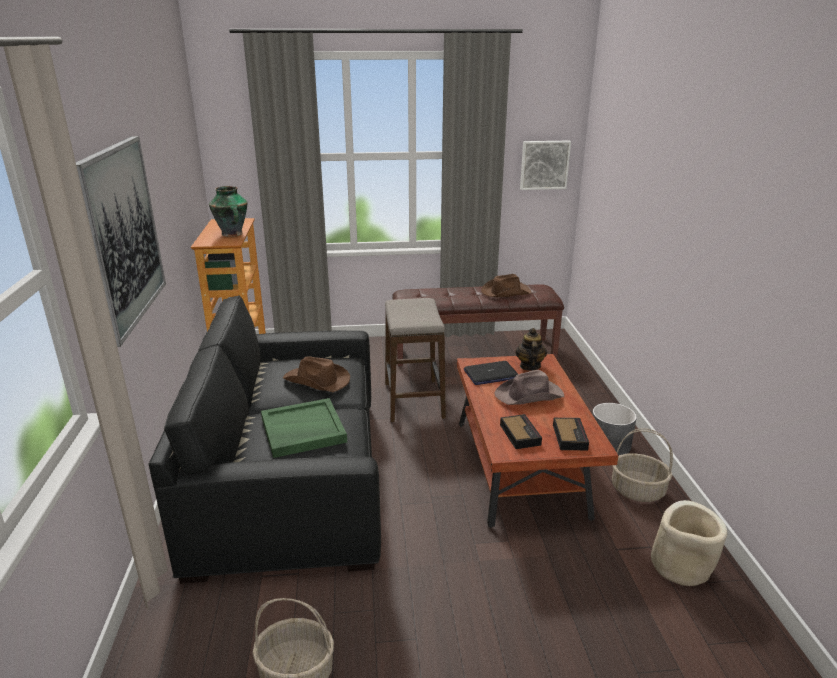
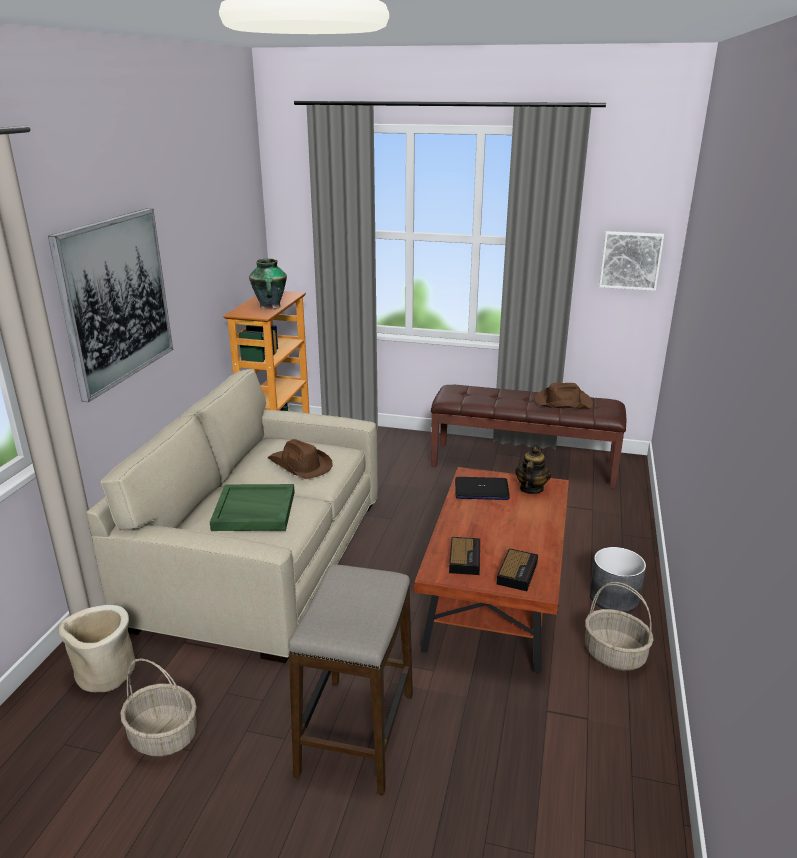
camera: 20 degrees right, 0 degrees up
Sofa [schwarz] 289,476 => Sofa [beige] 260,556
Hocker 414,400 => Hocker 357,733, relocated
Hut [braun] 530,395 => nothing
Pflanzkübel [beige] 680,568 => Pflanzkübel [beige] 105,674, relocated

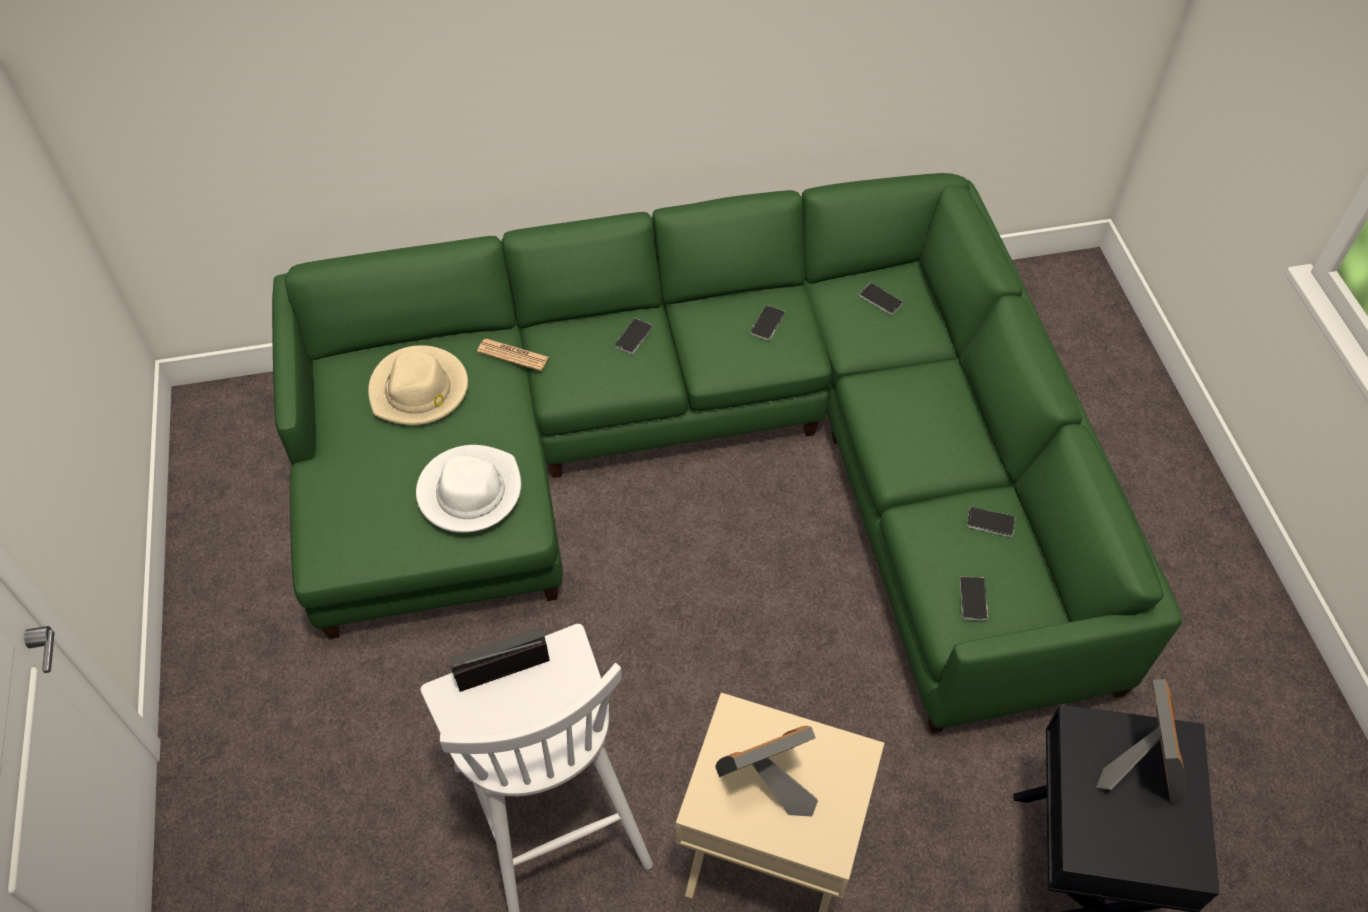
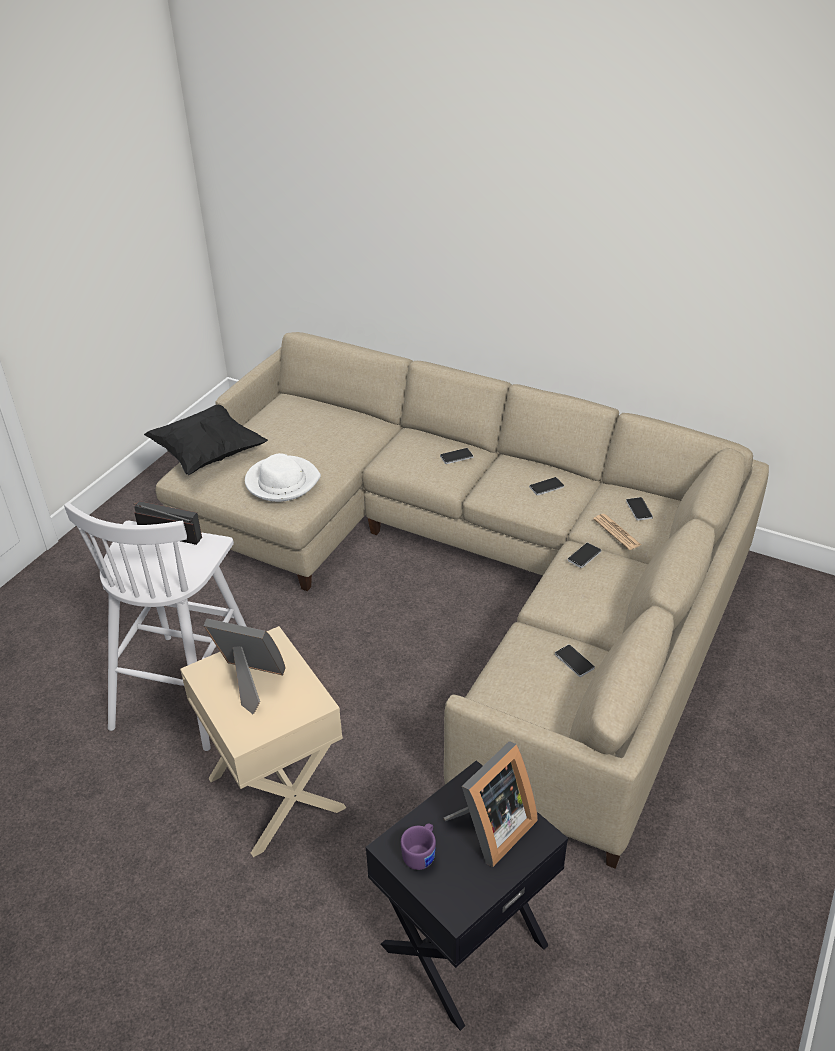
camera: 40 degrees right, 15 degrees down
Sofa [grün] 708,460 => Sofa [beige] 471,572
Hut [beige] 419,390 => nothing
Zeitung 513,355 => Zeitung 617,532, relocated
Handy 973,599 => Handy 584,556, relocated
nothing => Kissen [schwarz] 208,455
nothing => Henkelbecher [lila] 421,853

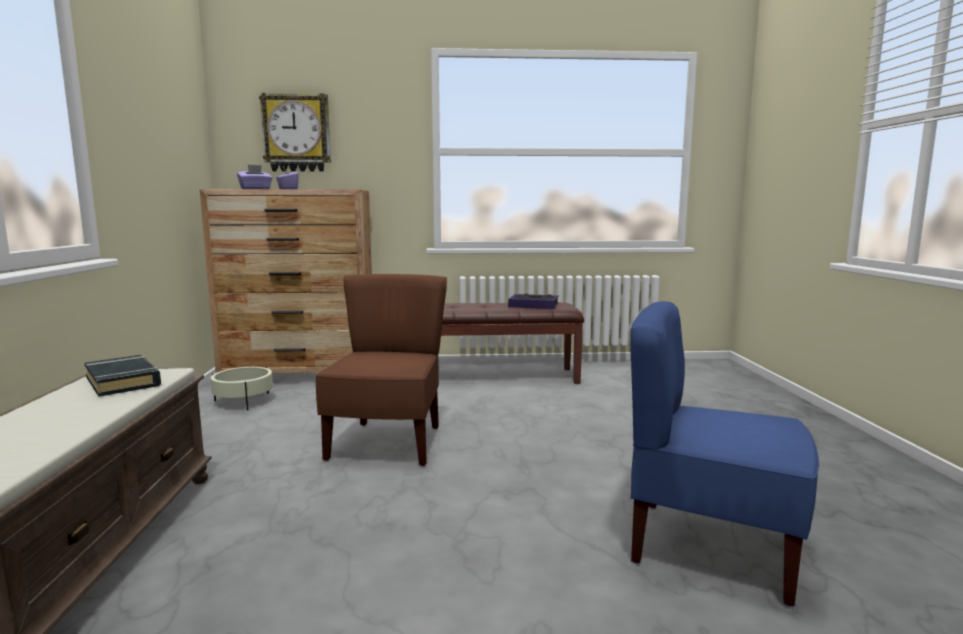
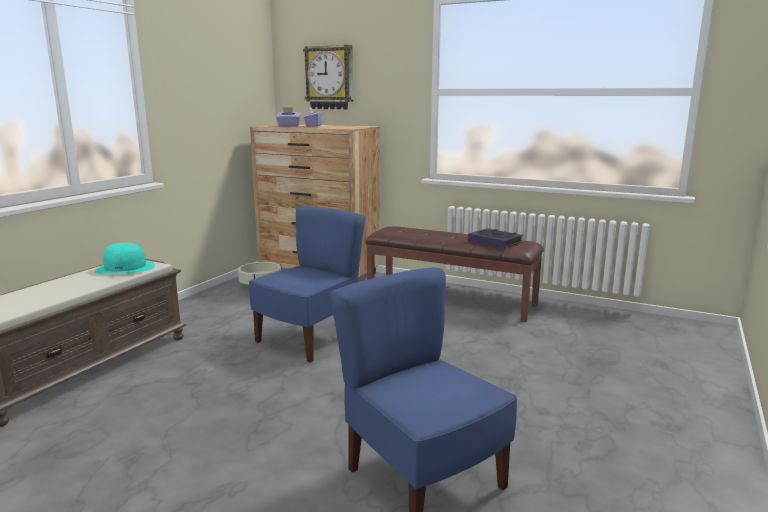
camera: 30 degrees right, 5 degrees up
Buch [schwarz] 123,381 => Hut [türkis] 125,268
Stuhl [braun] 387,443 => Stuhl [blau] 309,339

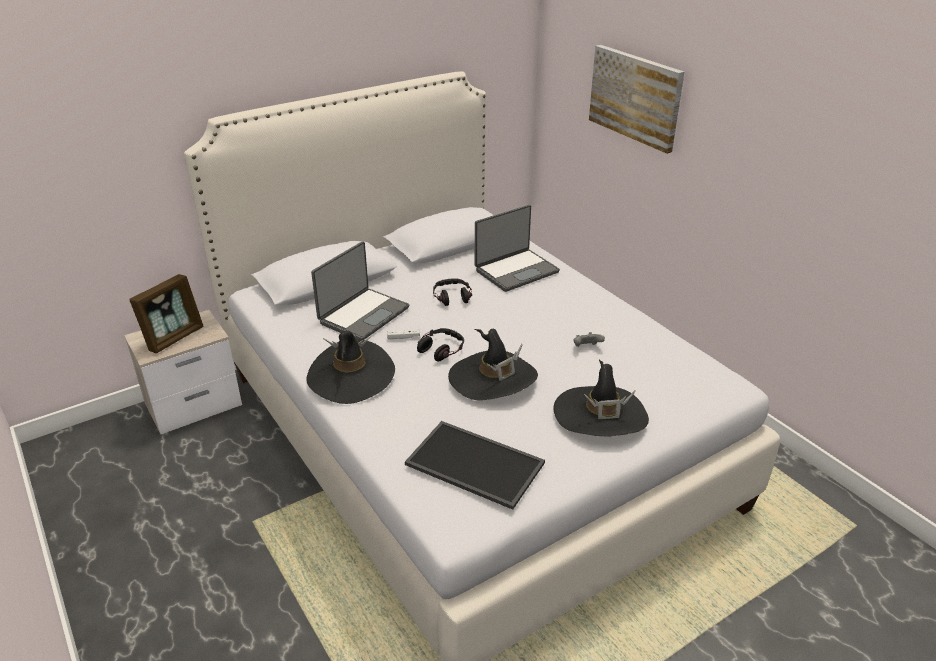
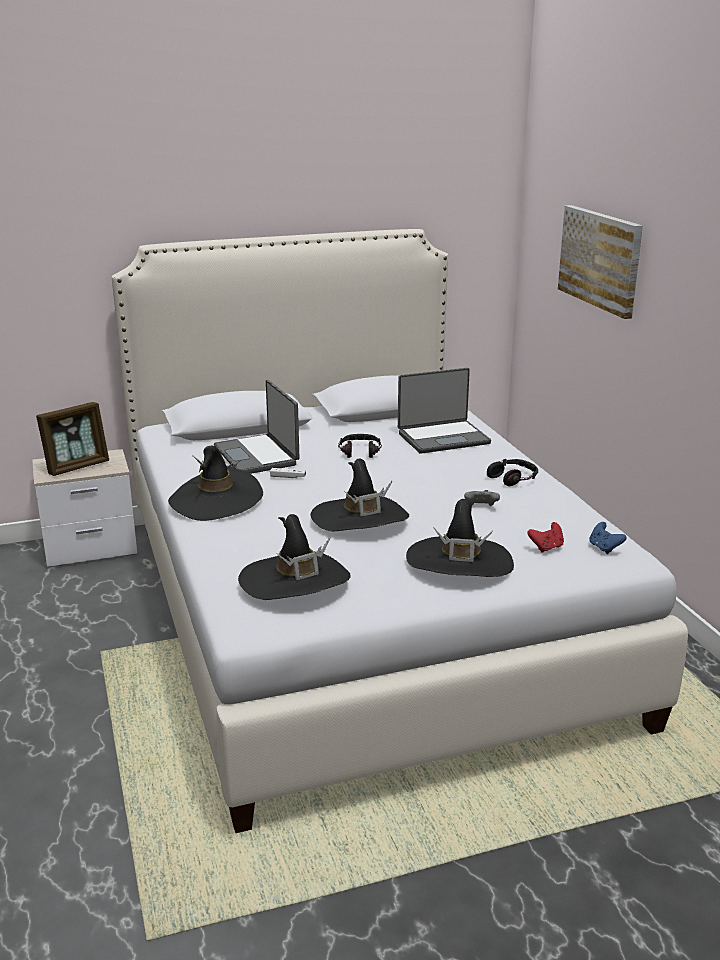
camera: 15 degrees right, 10 degrees down
Laptop 363,315 => Laptop 258,456, 105 degrees clockwise
Tablett 472,464 => Hut [schwarz] 294,581
Kopfhörer 441,349 => Kopfhörer 512,477, relocated
nothing => Gamepad [rot] 546,547
nothing => Gamepad [blau] 604,548

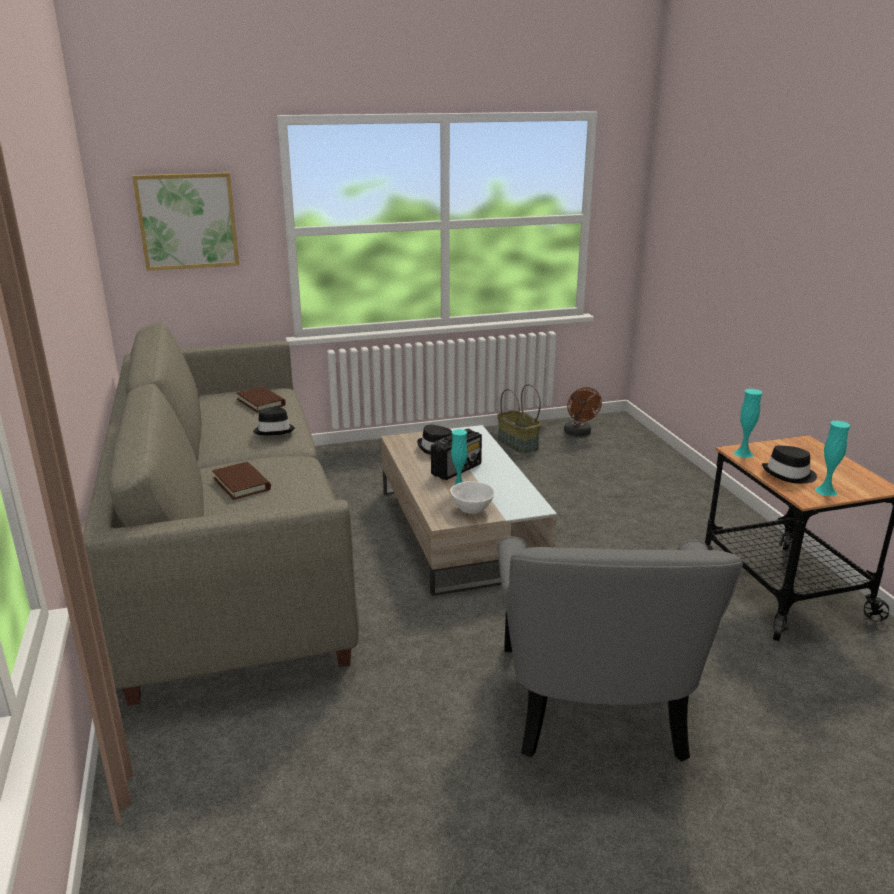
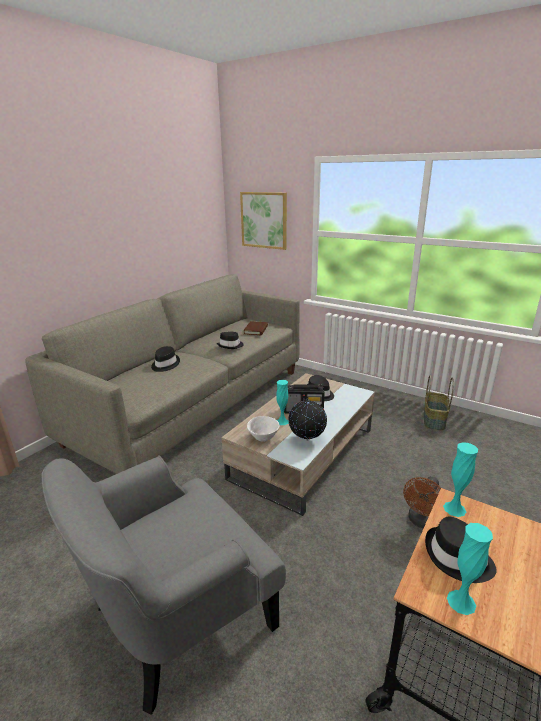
camera: 50 degrees right, 0 degrees up
Buch [braun] 241,484 => Hut [schwarz] 165,364
Ventilator [braun] 579,433 => Ventilator [braun] 422,522, relocated
nothing => Globus 307,440

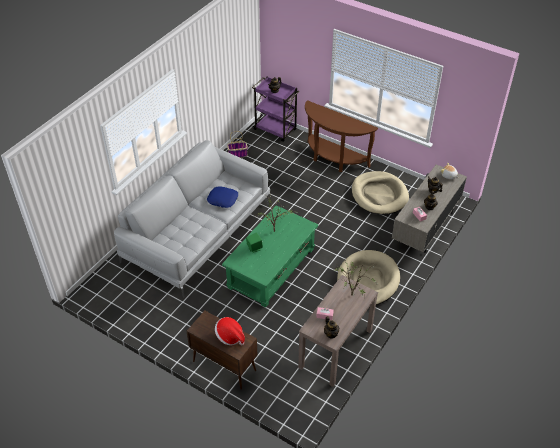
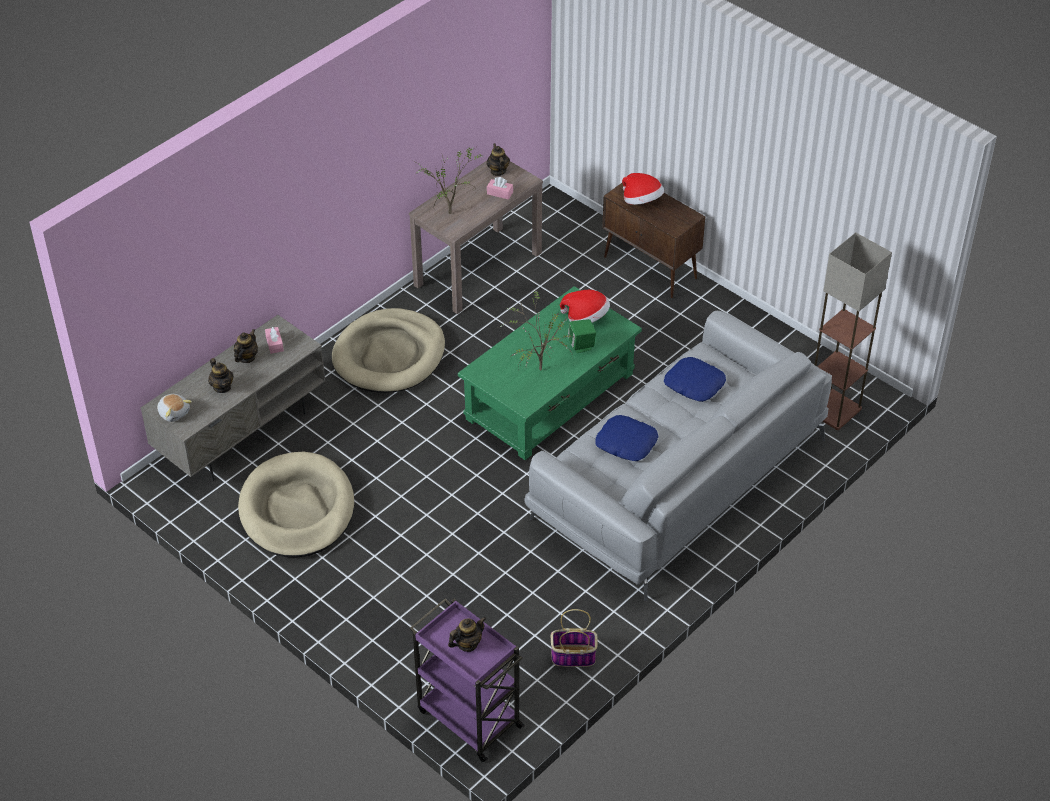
camera: 170 degrees left, 0 degrees up
Konsolentisch [braun] 333,159 => nothing
nothing => Hut 586,318
nothing => Kissen [blau] 694,384
nothing => Stehlampe 834,410

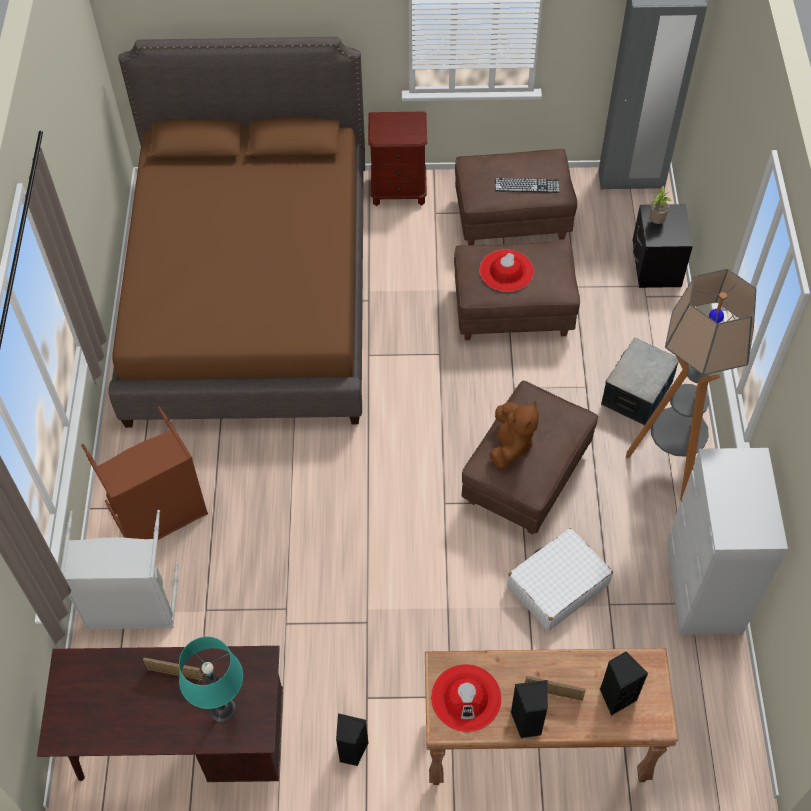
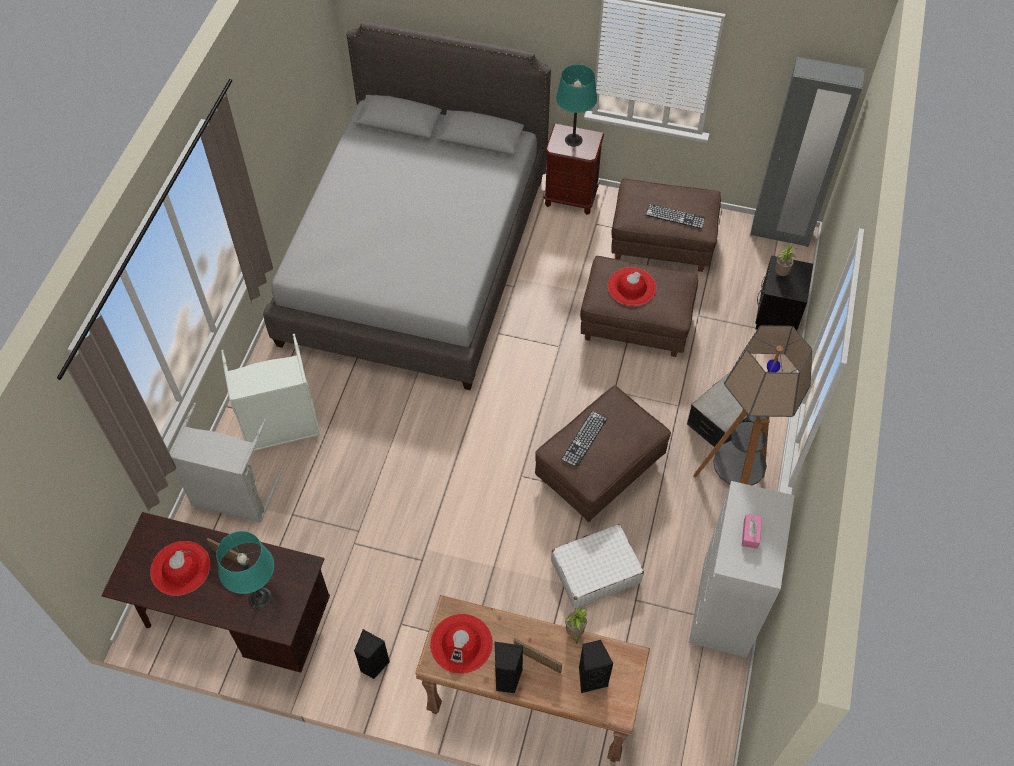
camera: 15 degrees right, 0 degrees up
Wäschekorb [braun] 161,516 => Wäschekorb [weiß] 281,427
Bett [braun] 251,294 => Bett [grau] 416,259
Plüschtier [braun] 511,445 => Tastatur 584,439
nothing => Hut [rot] 180,568
nothing => Tischlampe [türkis] 573,140
nothing => Topfpflanze 574,632
nothing => Taschentuchbox [rosa] 750,534

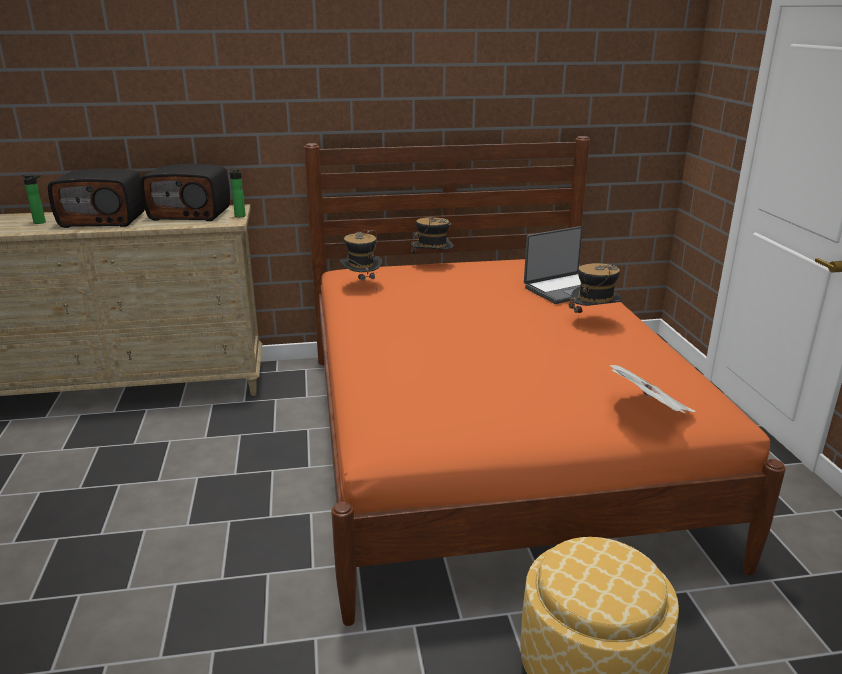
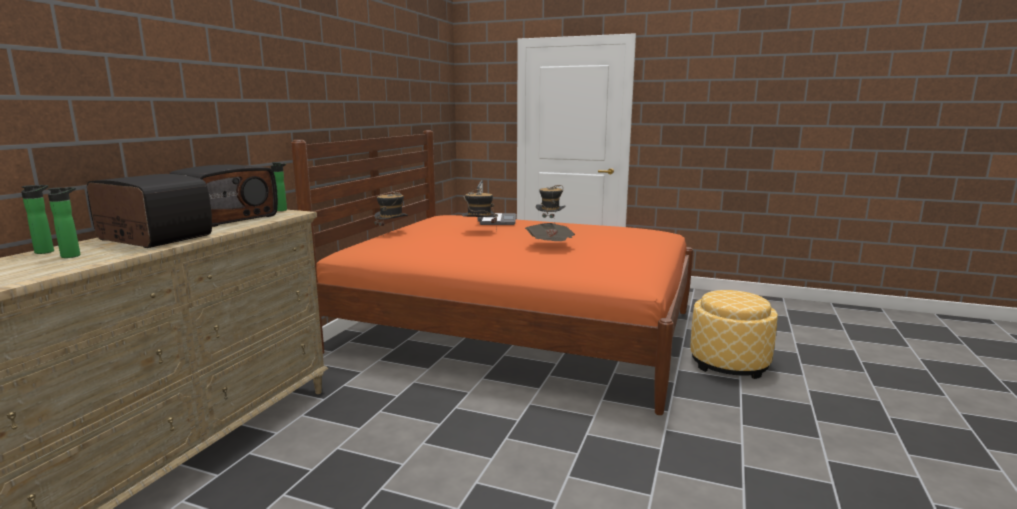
camera: 60 degrees left, 10 degrees down
Radio 104,220 => Radio 152,238, 90 degrees counterclockwise
Hut 361,286 => Hut 479,232, relocated
Zeitung 649,410 => Zeitung 550,246, relocated
nothing => Flasche 47,251

